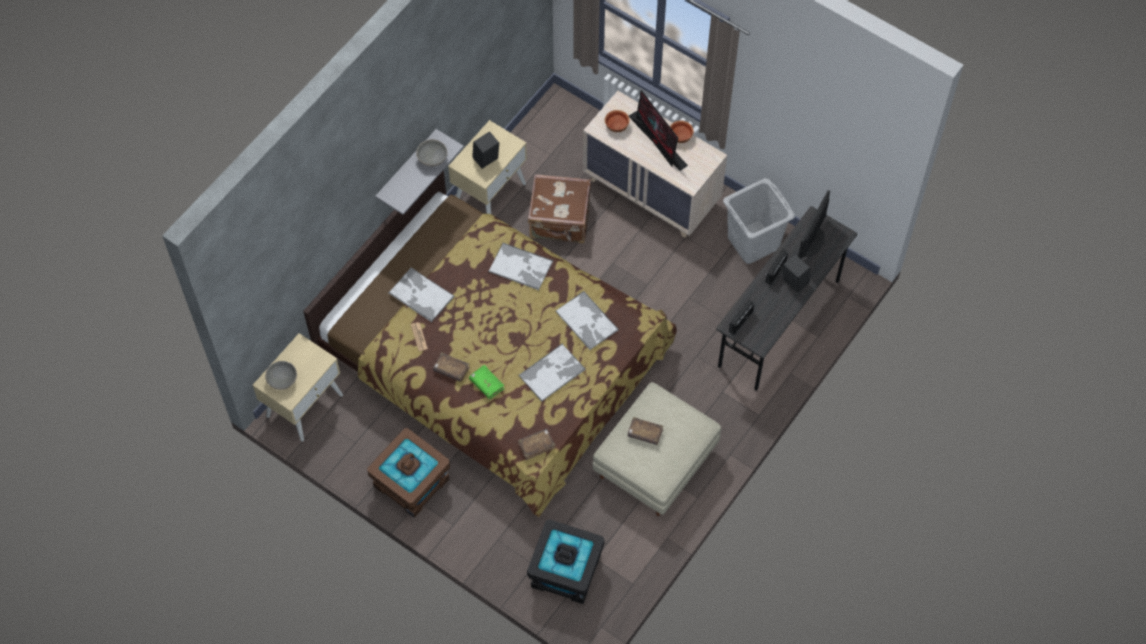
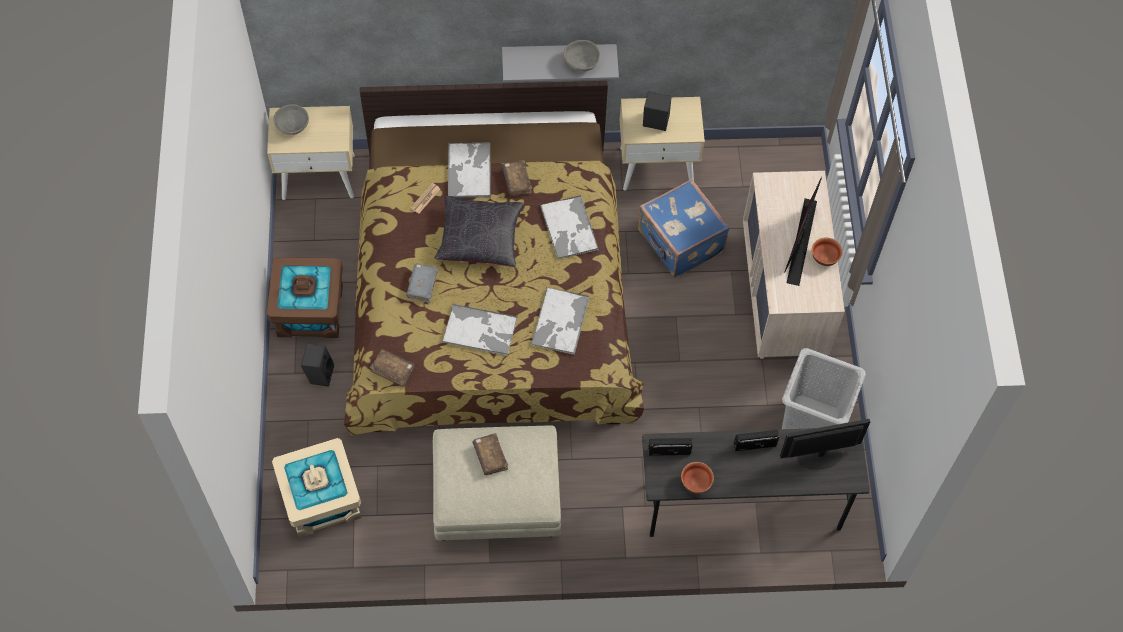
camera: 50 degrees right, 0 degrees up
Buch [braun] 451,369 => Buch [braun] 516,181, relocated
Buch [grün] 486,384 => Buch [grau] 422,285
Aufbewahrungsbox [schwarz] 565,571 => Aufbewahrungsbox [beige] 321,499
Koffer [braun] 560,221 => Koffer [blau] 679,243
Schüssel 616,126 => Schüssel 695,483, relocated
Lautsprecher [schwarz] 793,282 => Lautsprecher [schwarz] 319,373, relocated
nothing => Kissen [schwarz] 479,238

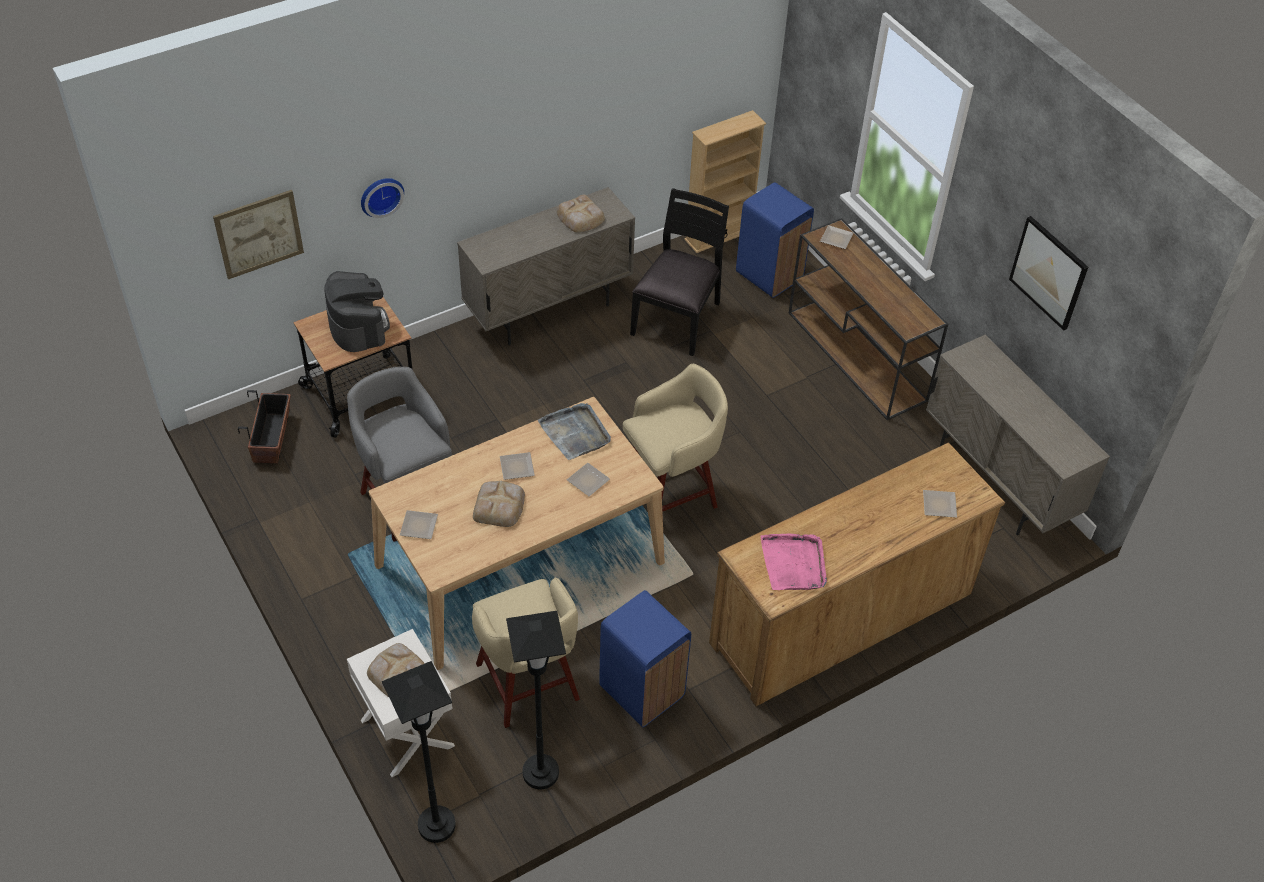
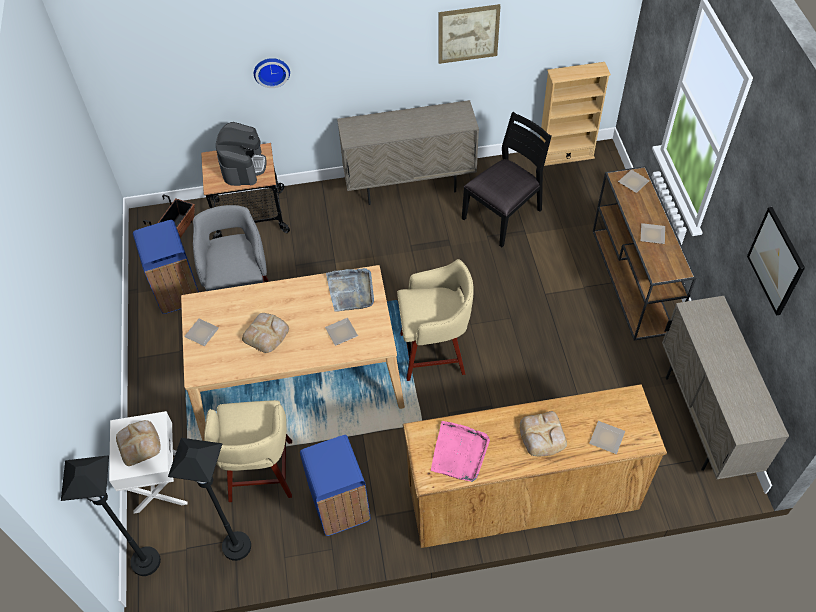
camera: 25 degrees right, 5 degrees up
Bild 259,234 => Bild 468,34, relocated
Teller 515,467 => Teller 651,234, relocated
Brot 580,217 => Brot 542,436, relocated
Mülleimer [blau] 769,276 => Mülleimer [blau] 176,292, relocated

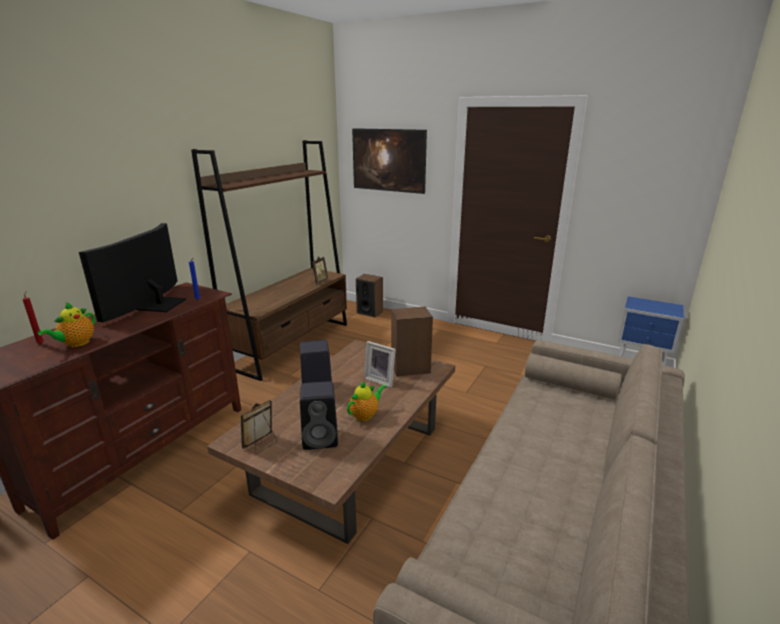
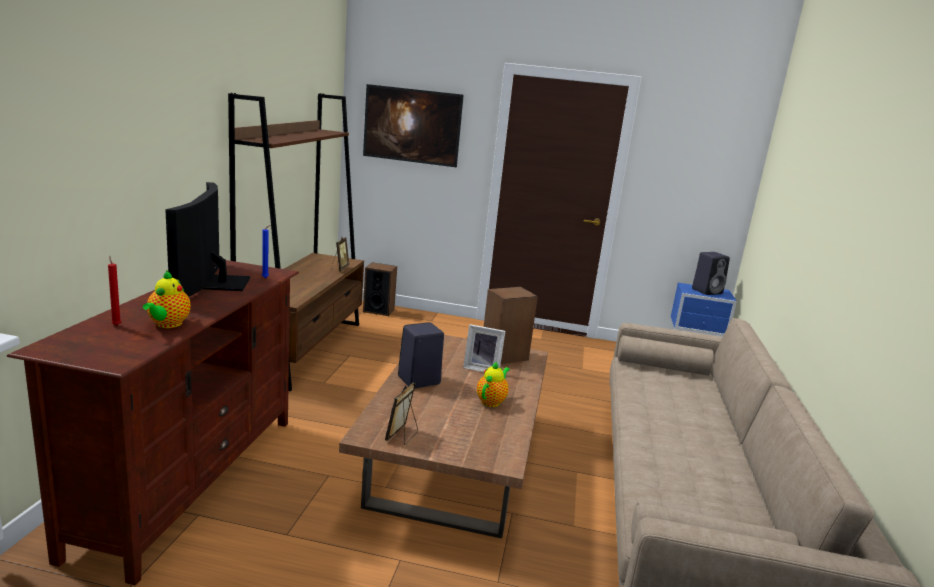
camera: 20 degrees left, 5 degrees down
Lautsprecher [schwarz] 321,438 => Lautsprecher [schwarz] 707,291, relocated

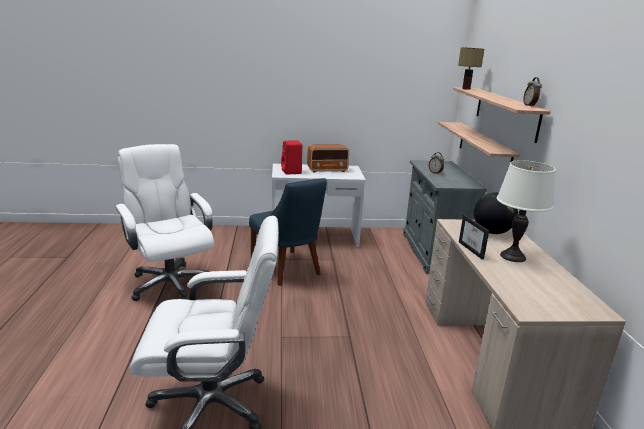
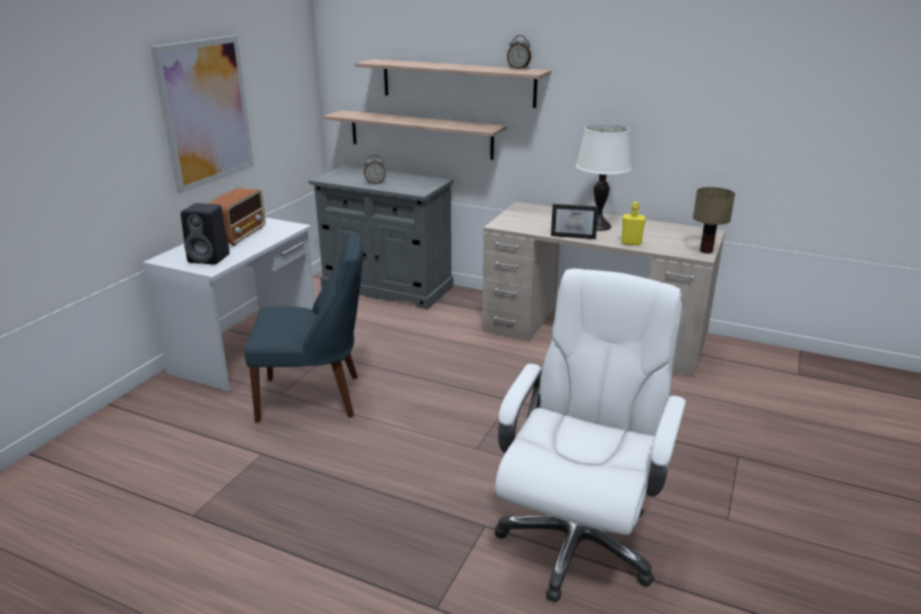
camera: 60 degrees left, 5 degrees up
Bürostuhl [weiß] 170,284 => nothing
Lautsprecher [rot] 292,172 => Lautsprecher [schwarz] 210,258
Tischlampe 466,88 => Tischlampe 705,251, relocated
Globus 491,232 => nothing
nothing => Bild 206,112
nothing => Flasche [gelb] 631,243

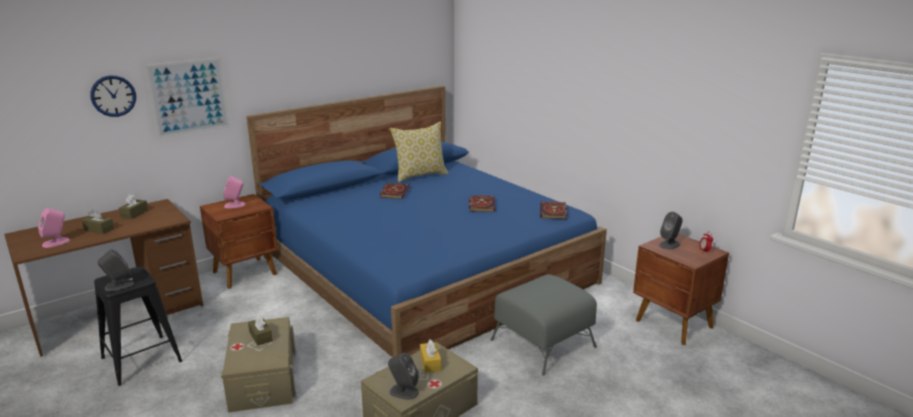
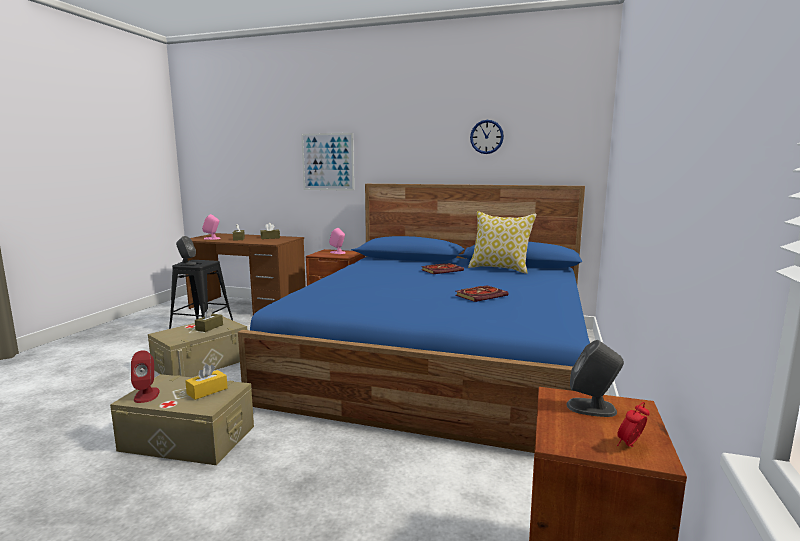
camera: 55 degrees right, 10 degrees down
Wanduhr 113,96 => Wanduhr 486,137, relocated
Lautsprecher [grau] 403,392 => Lautsprecher [rot] 146,395
Polsterhocker [grau] 543,343 => nothing
Buch 554,212 => nothing

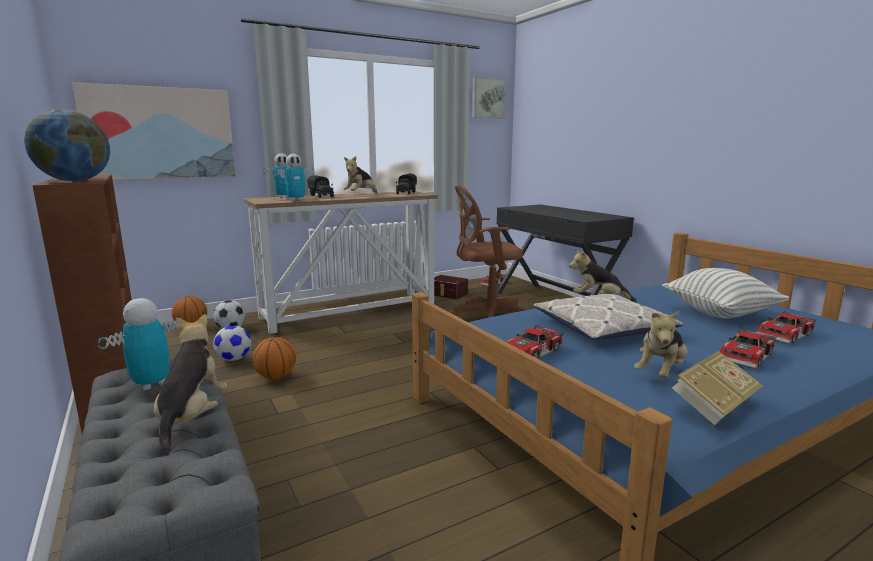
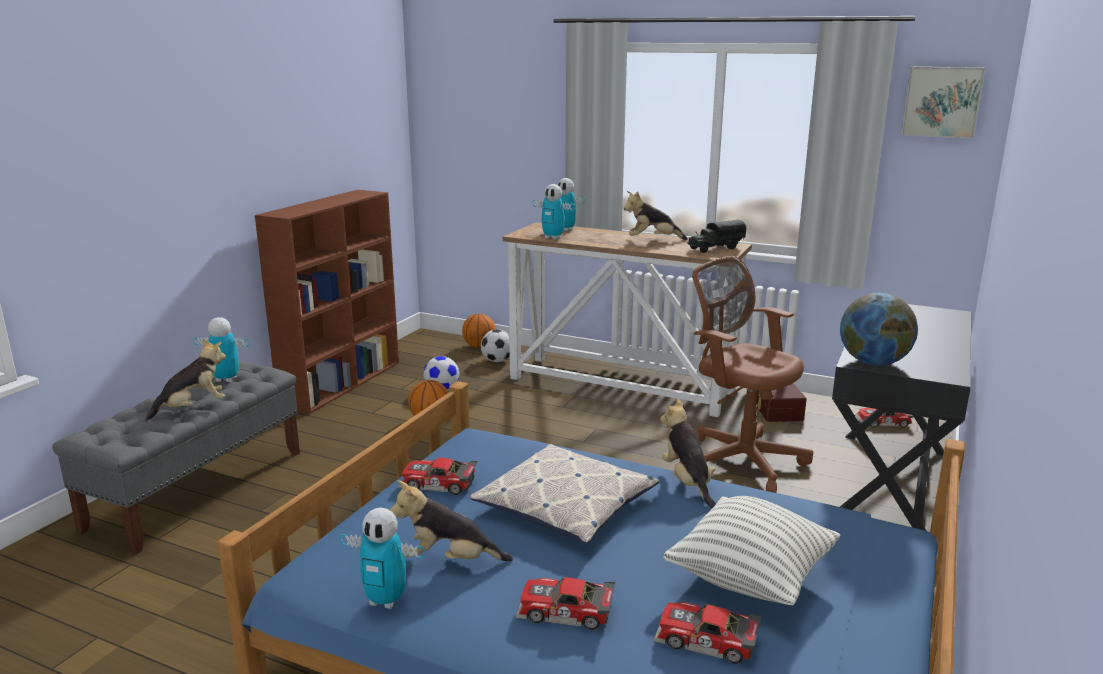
camera: 55 degrees right, 5 degrees up
Globus 75,181 => Globus 873,363, relocated
Bild 160,133 => nothing
Spielzeuglaster 321,196 => nothing
Buch 713,405 => Spielzeugroboter 385,600

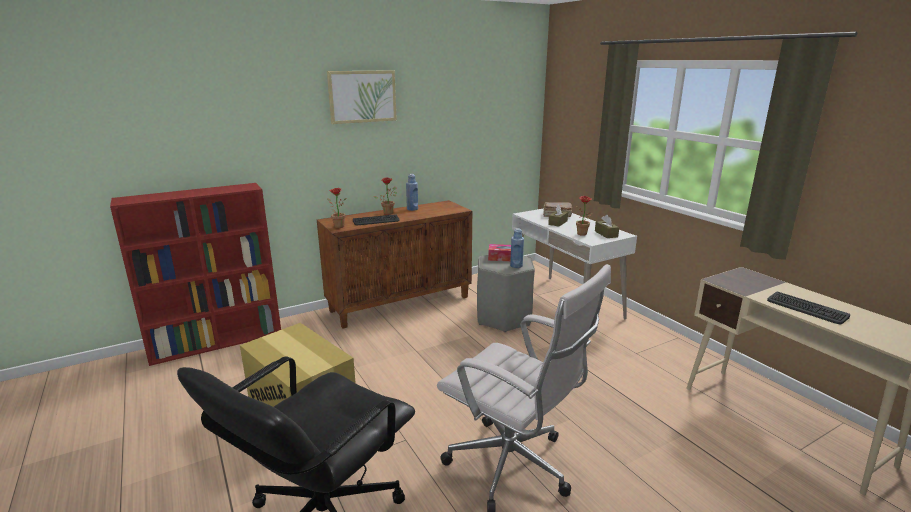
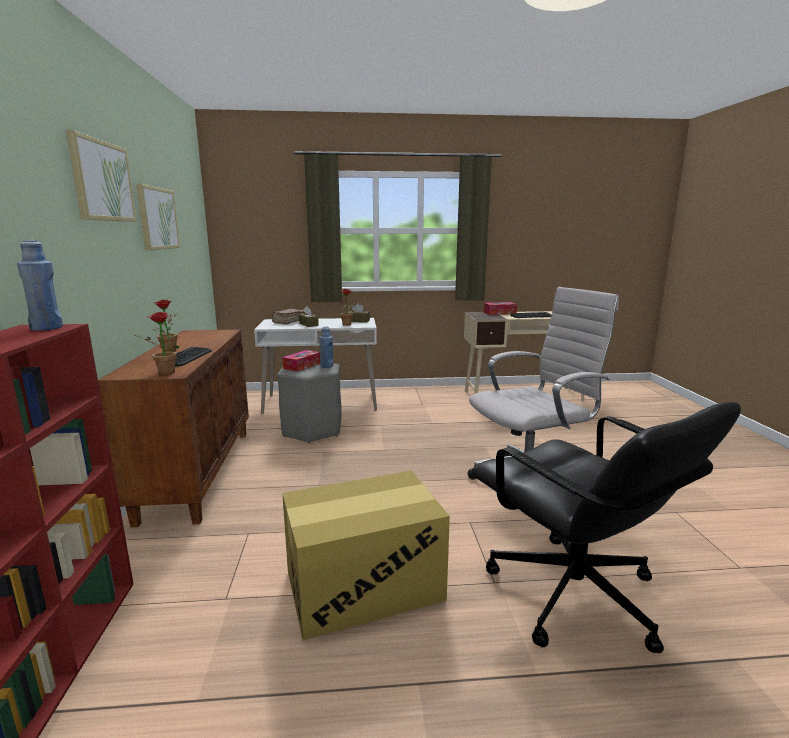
camera: 65 degrees left, 5 degrees down
Flasche [blau] 412,209 => Flasche [blau] 47,328, relocated
nothing => Bild 157,218
nothing => Taschentuchbox 499,313

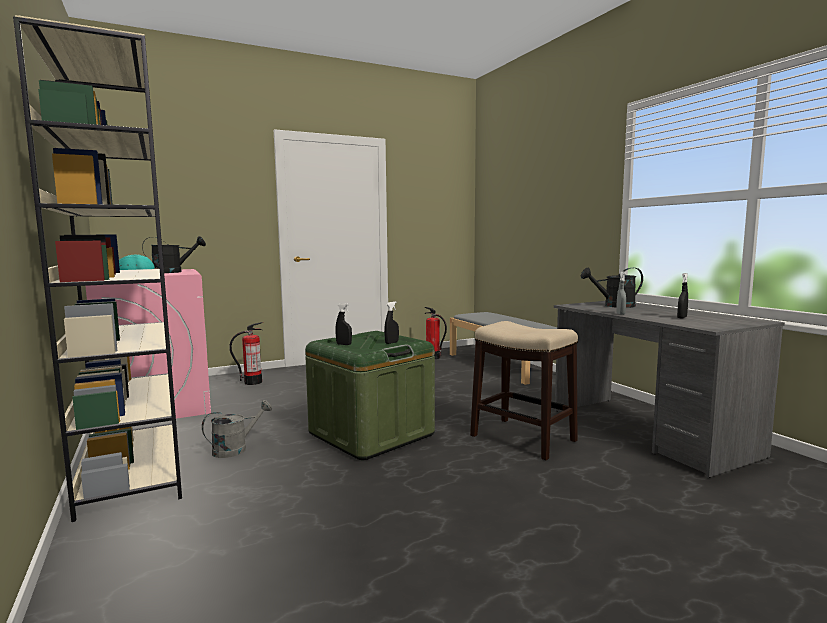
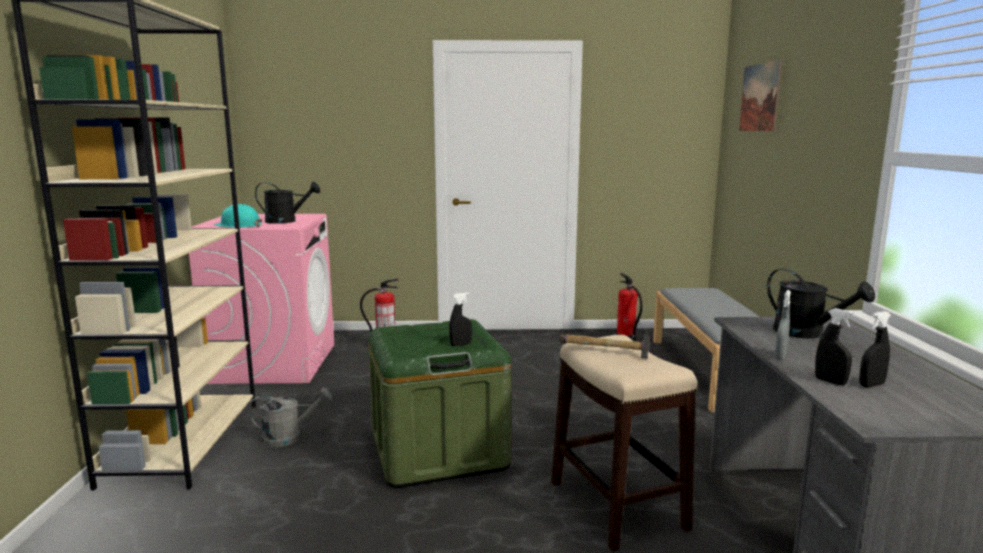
camera: 25 degrees right, 5 degrees up
Sprühflasche [schwarz] 344,344 => Sprühflasche [schwarz] 830,381, relocated
Gießkanne [schwarz] 614,306 => Gießkanne [schwarz] 807,333, 150 degrees counterclockwise
nothing => Hammer 606,352
nothing => Bild 760,97

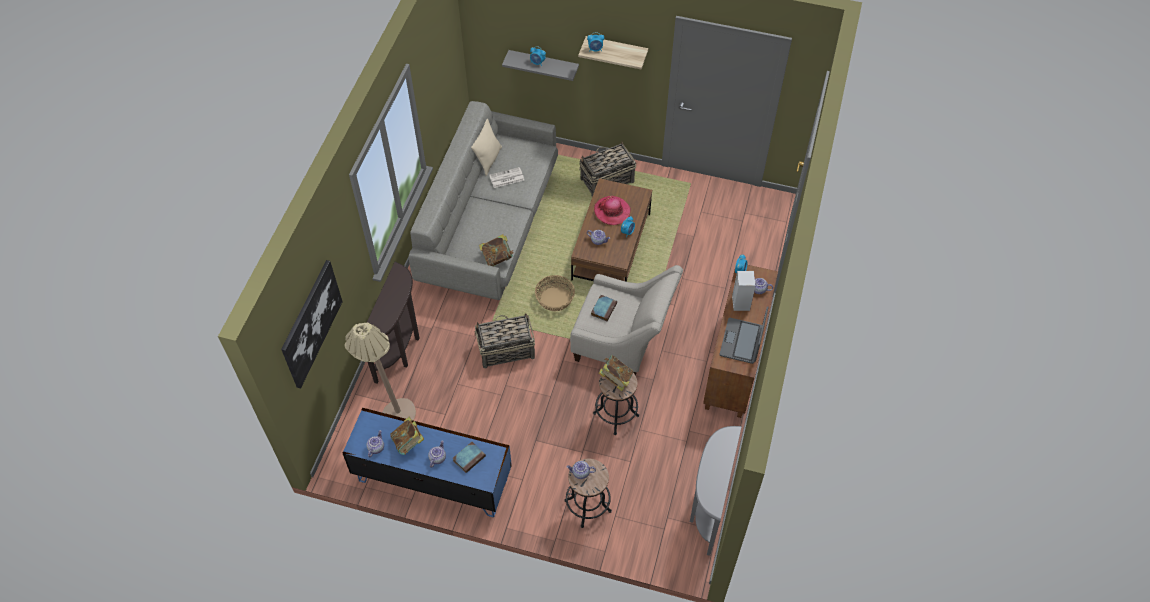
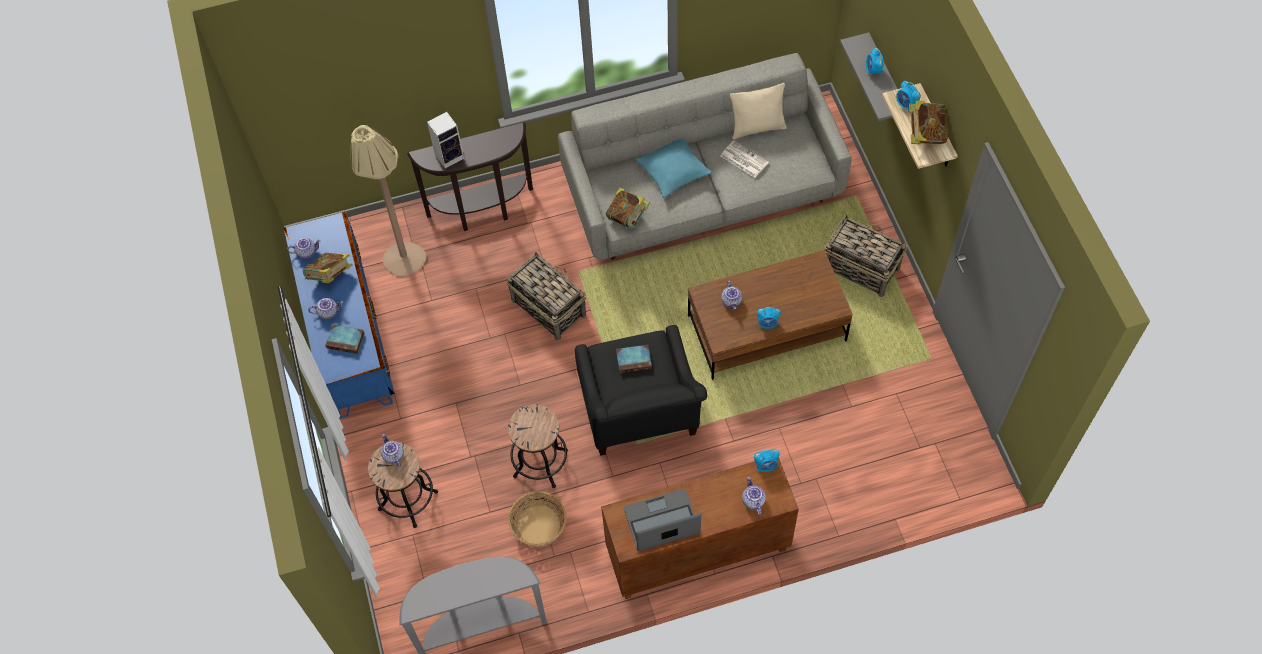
camera: 60 degrees right, 5 degrees up
Bild 311,323 => nothing
Korb 555,299 => Korb 538,525, relocated
Sessel [beige] 623,343 => Sessel [schwarz] 640,417
Hut 612,211 => nothing
Buch 615,379 => Buch 925,133, relocated
Lautsprecher 740,302 => Lautsprecher 450,155, relocated
nothing => Kissen [türkis] 673,171

